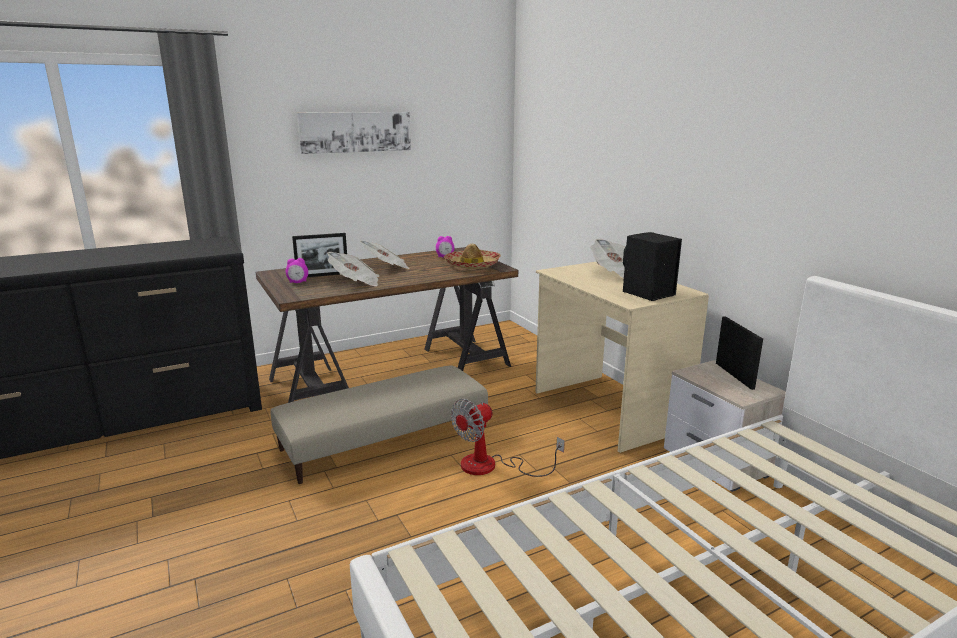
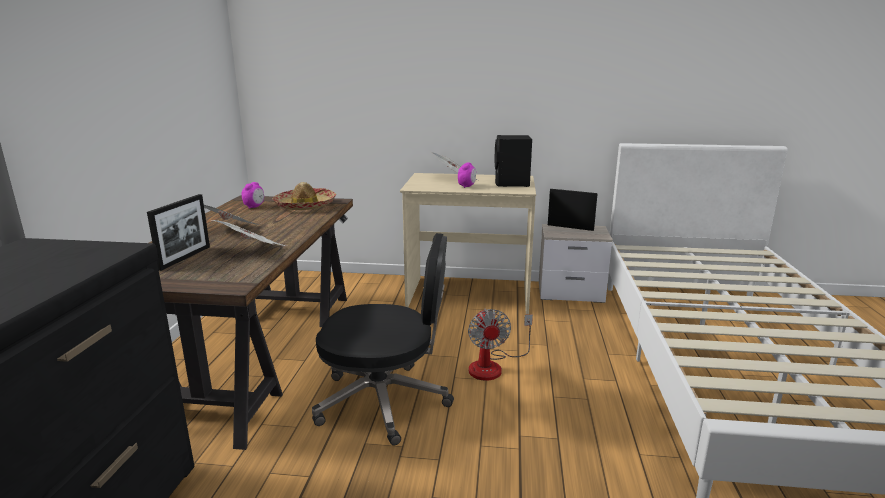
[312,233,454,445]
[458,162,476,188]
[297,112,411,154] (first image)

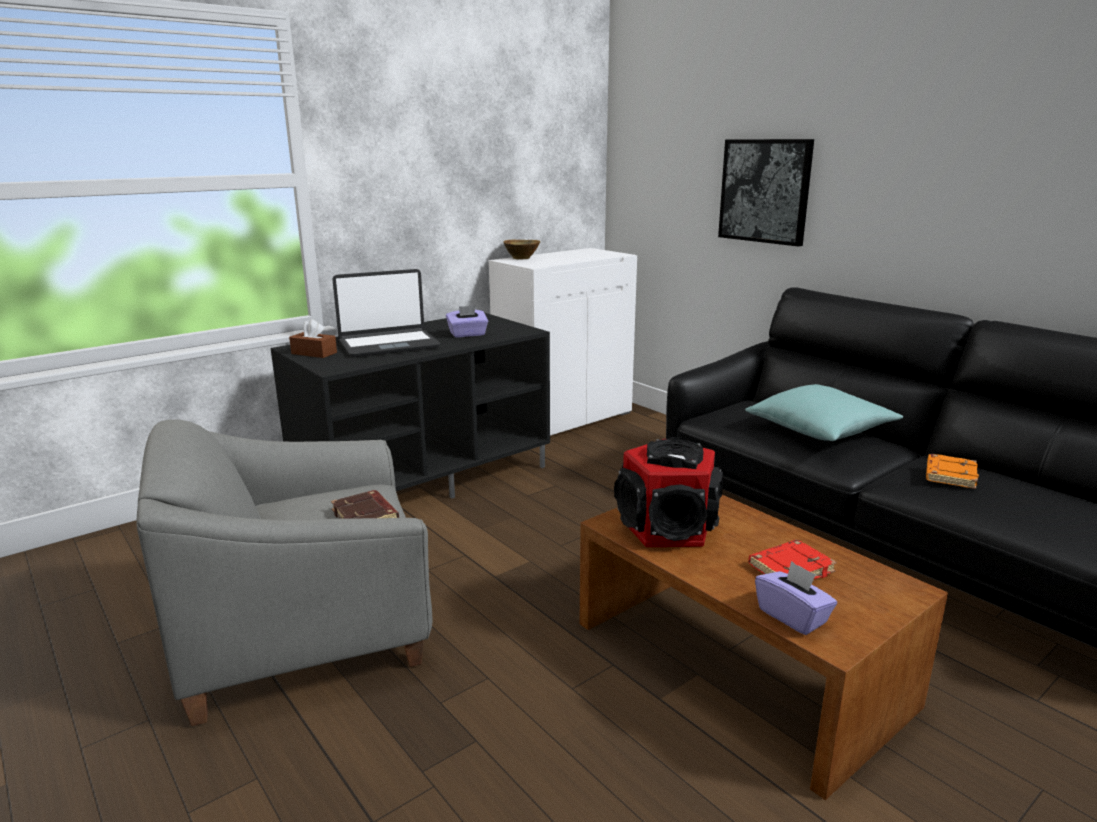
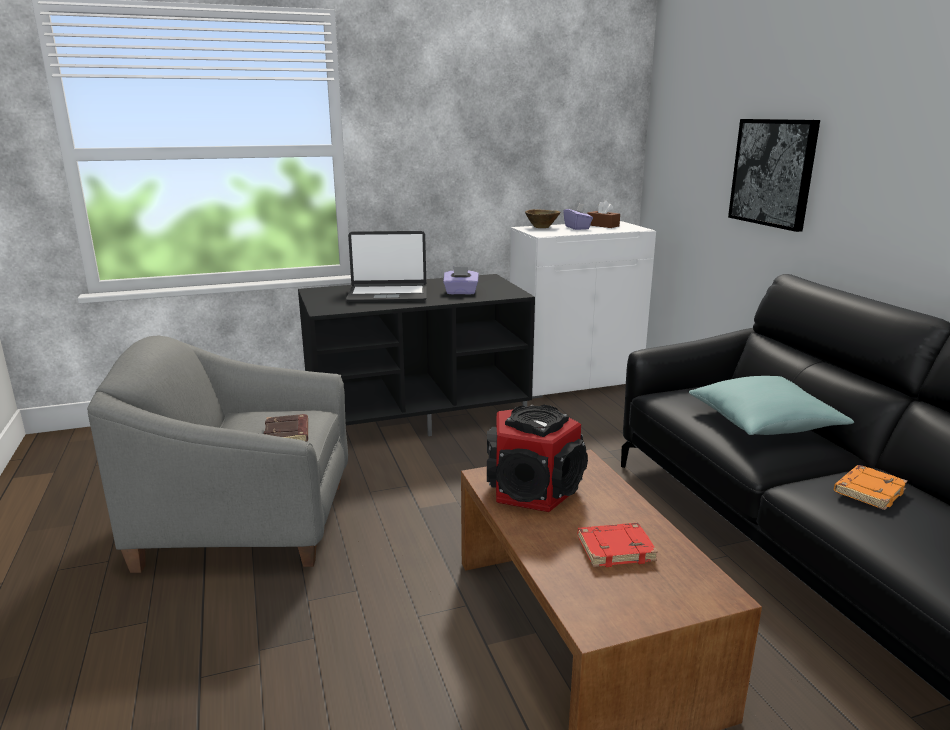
[563,203,593,230]
[588,200,620,228]

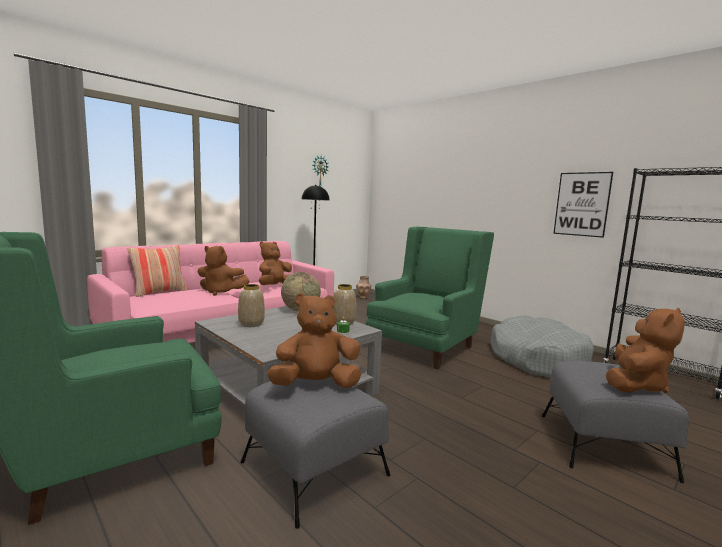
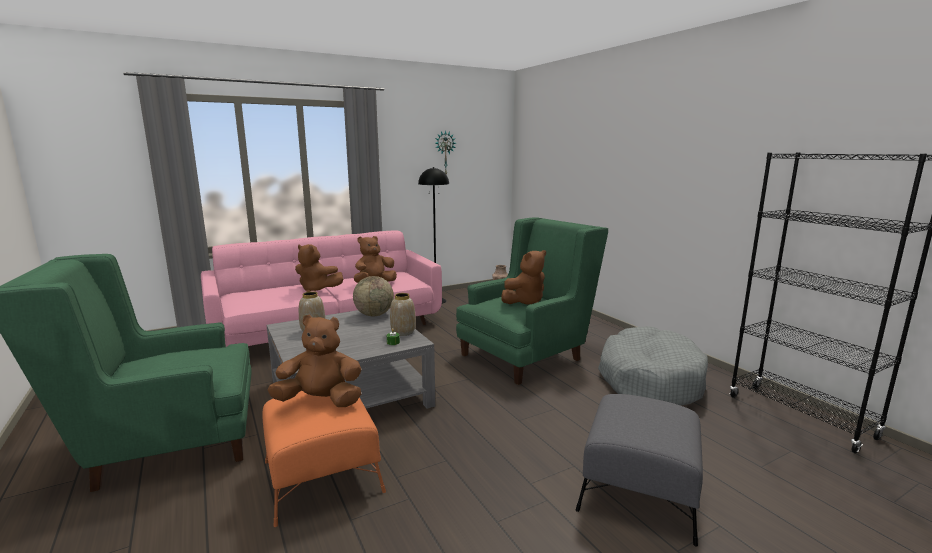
[262,391,386,527]
[501,250,546,304]
[128,245,188,297] (first image)
[553,172,613,238] (first image)

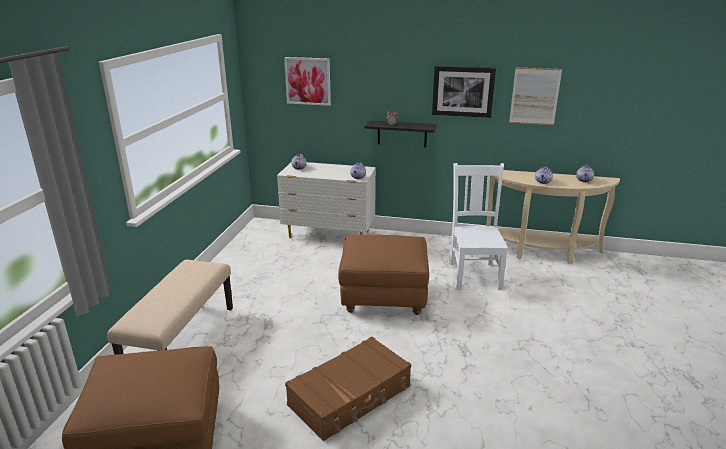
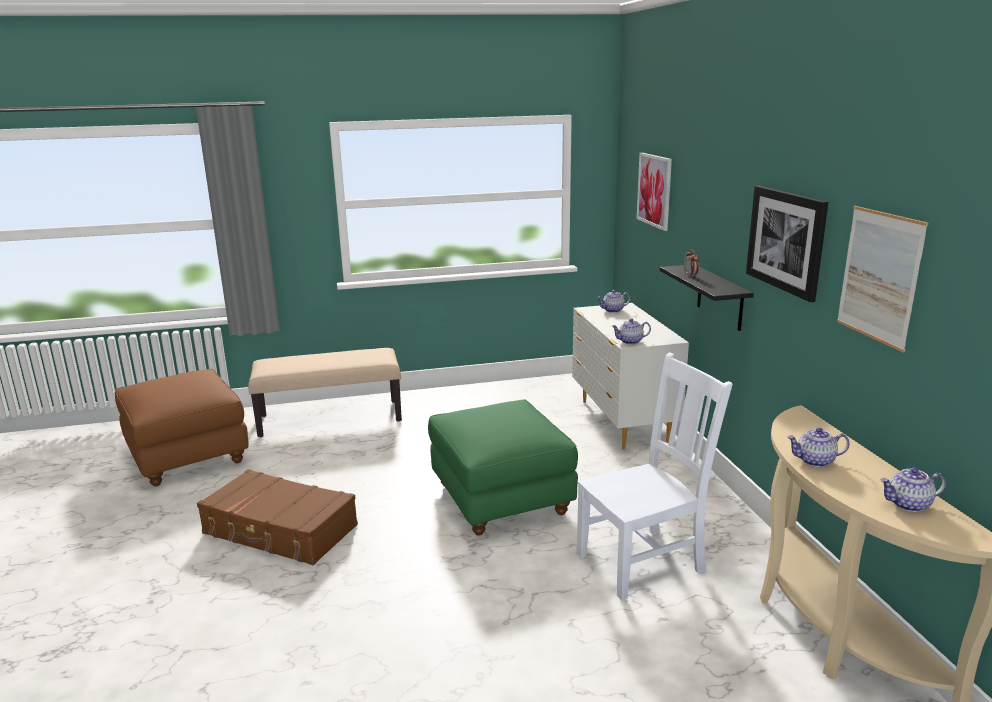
[428,399,578,535]

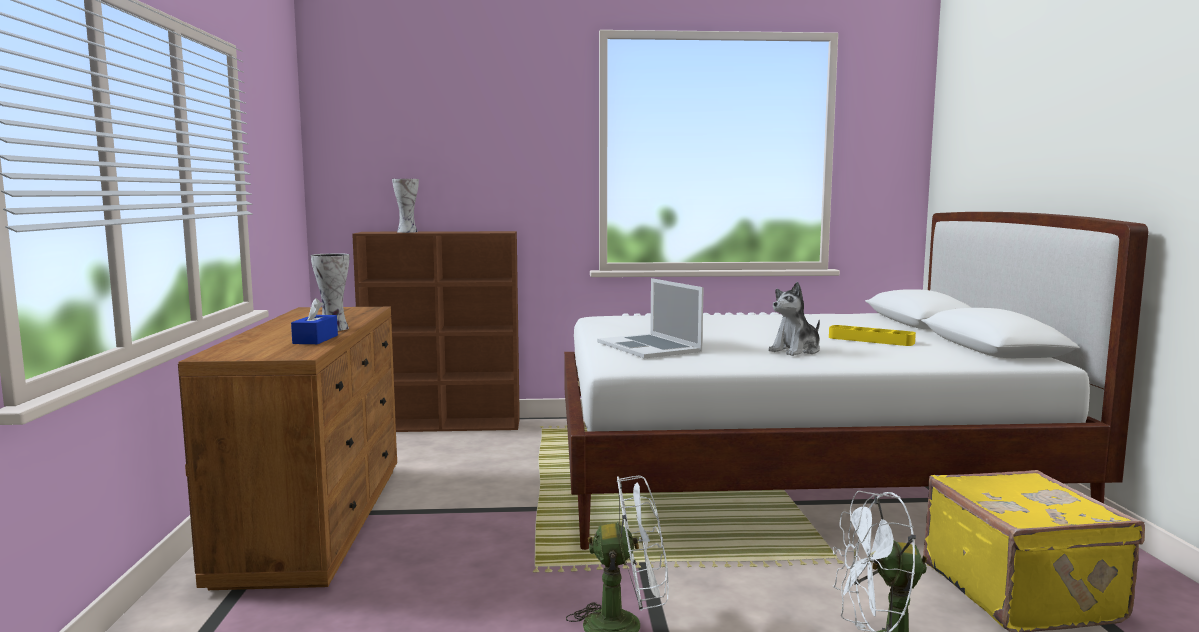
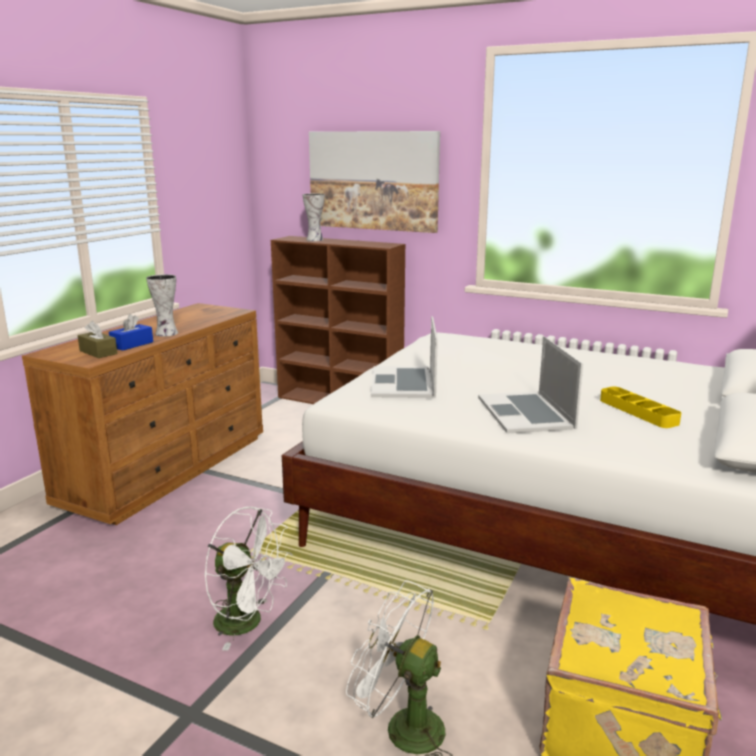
[77,321,117,358]
[309,131,440,233]
[478,336,583,433]

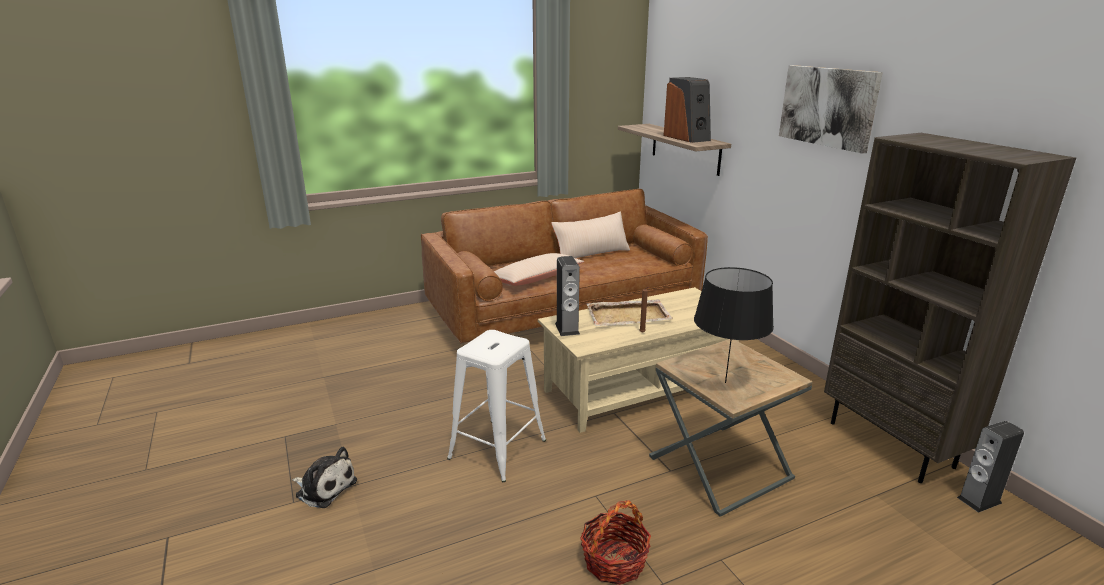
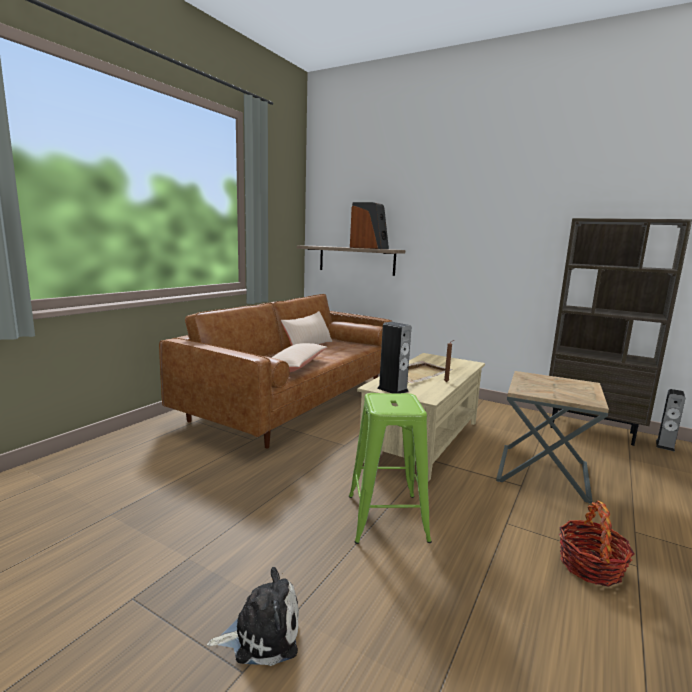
[349,393,432,544]
[694,267,774,383] (first image)
[779,65,883,154] (first image)

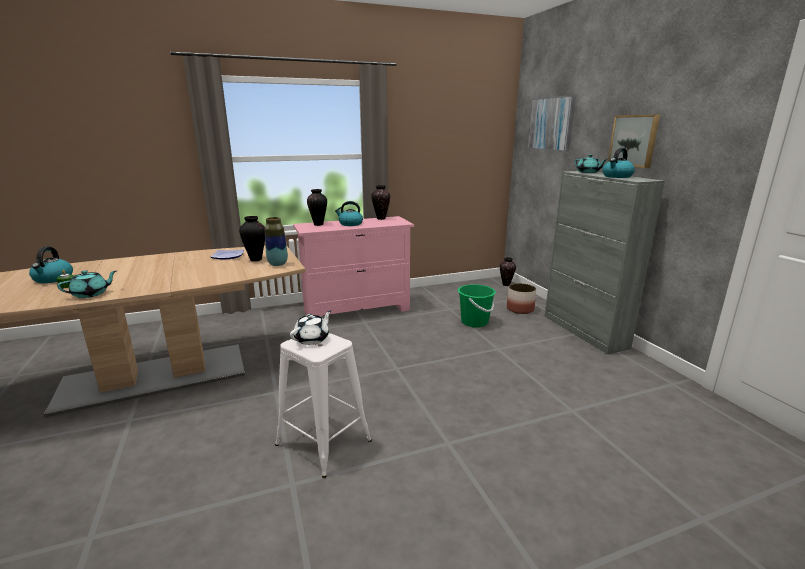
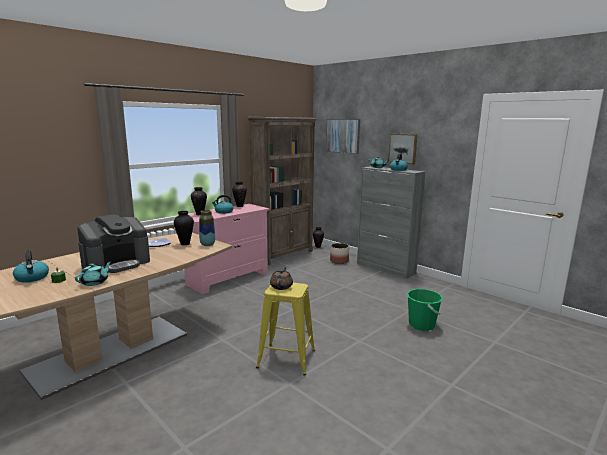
[77,214,150,273]
[248,117,317,265]
[256,283,315,375]
[270,267,293,290]
[406,289,443,331]

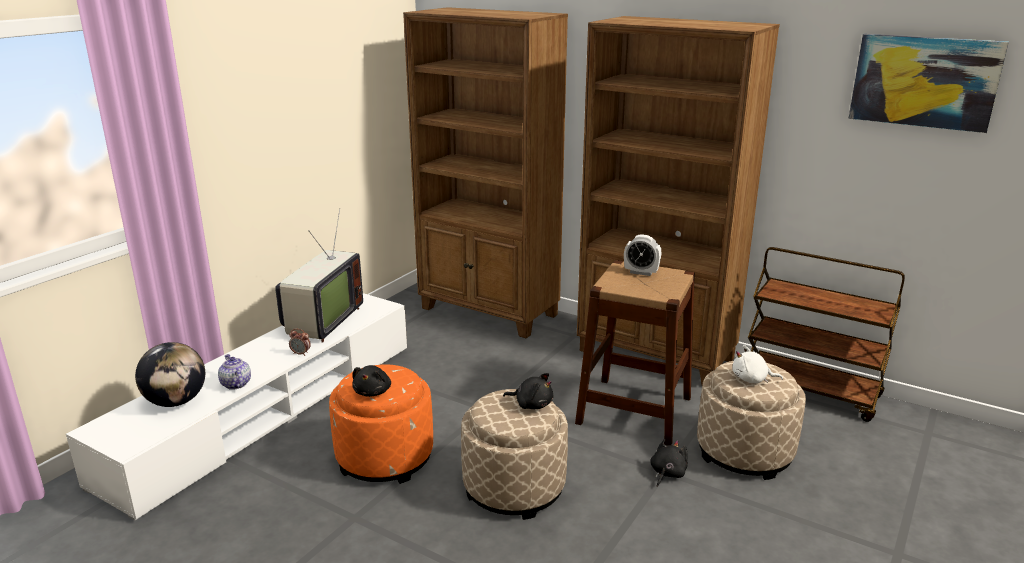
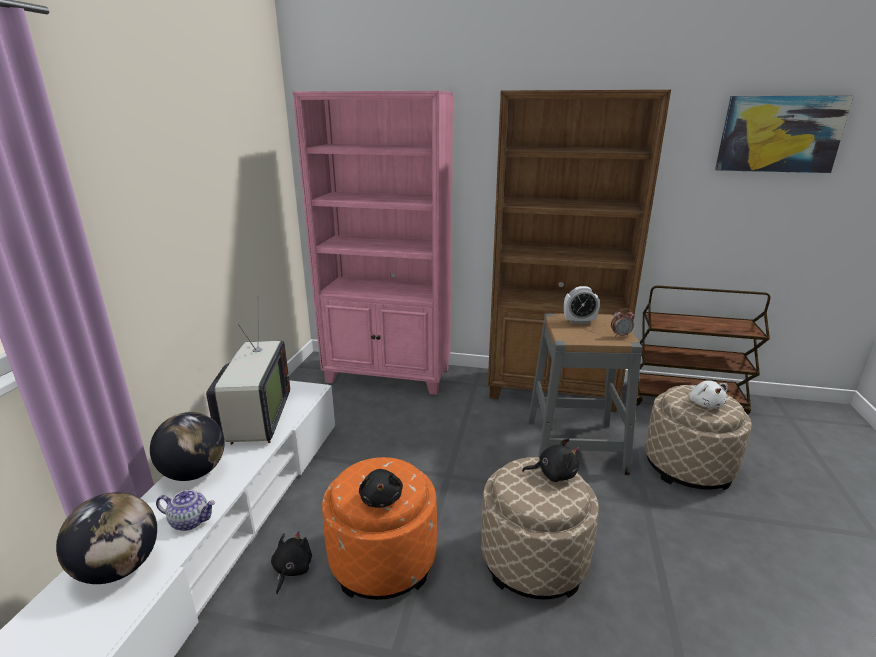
[150,412,224,481]
[156,490,215,531]
[271,531,312,594]
[293,91,453,395]
[528,313,642,475]
[611,309,635,337]
[689,380,728,408]

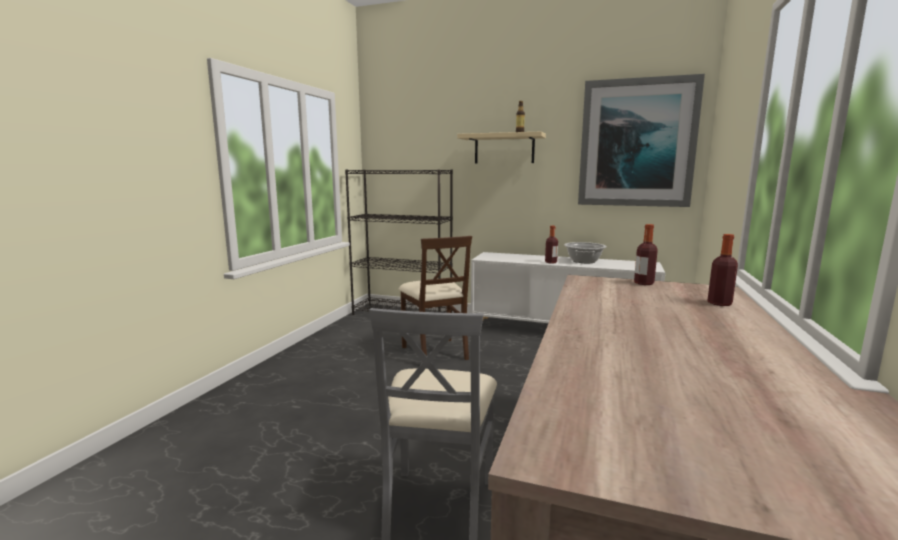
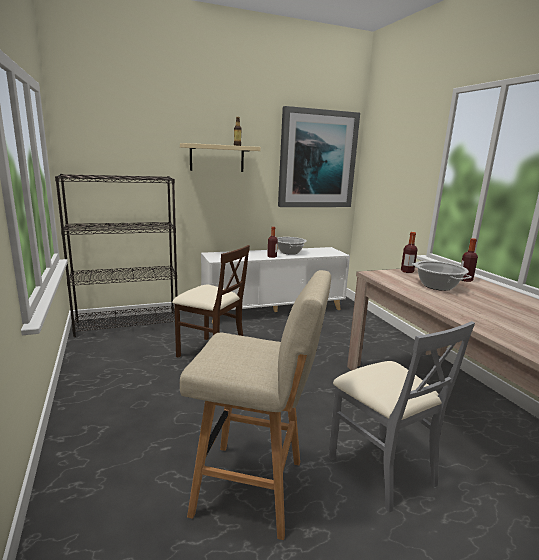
[180,270,331,540]
[412,261,472,291]

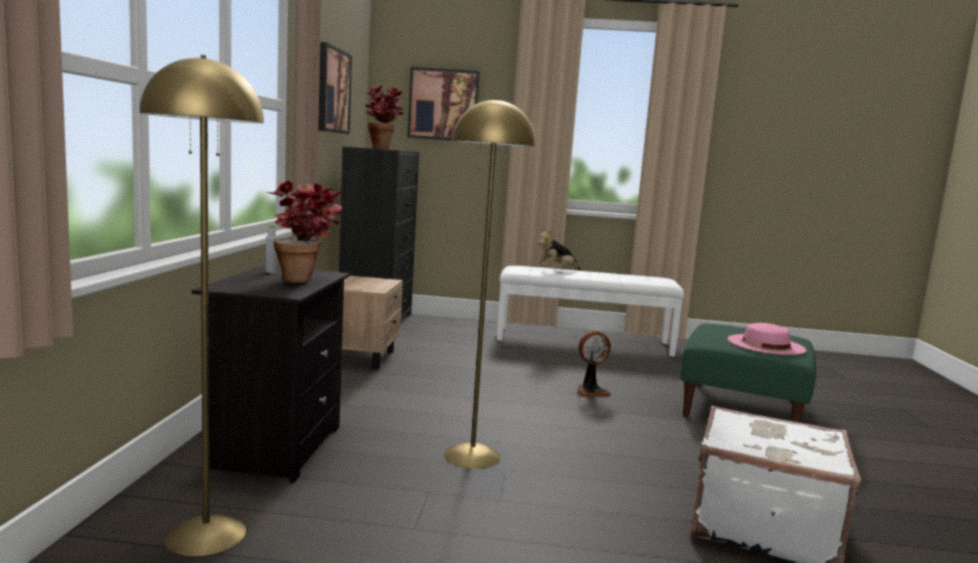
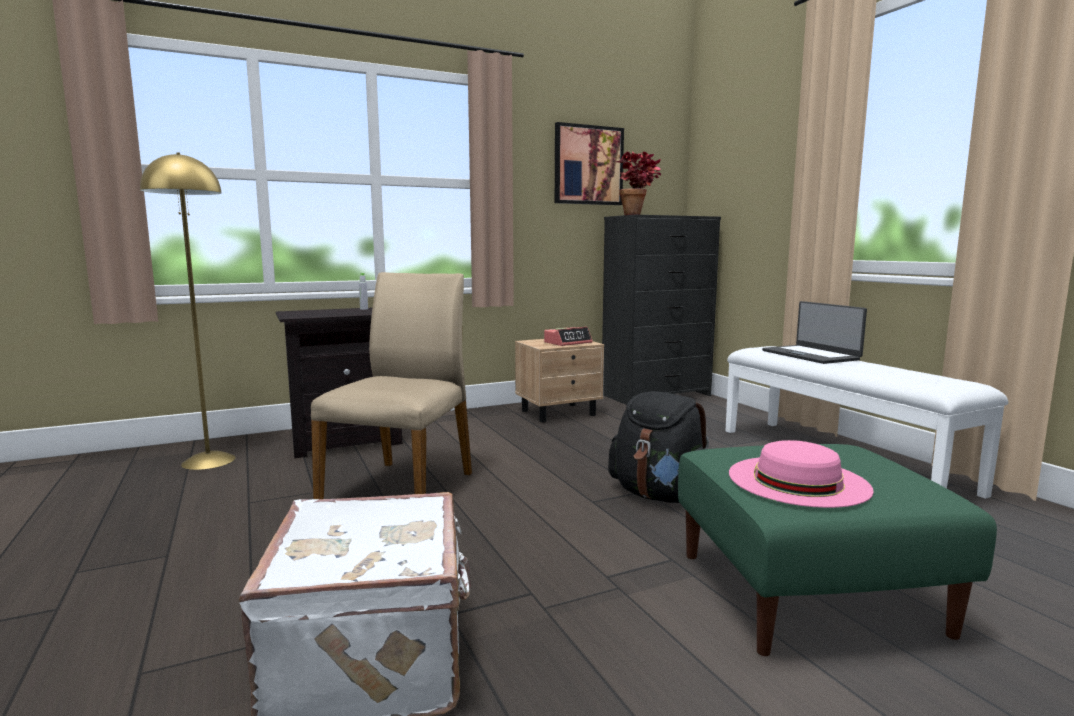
[311,272,472,499]
[544,327,593,346]
[608,391,709,503]
[762,301,867,364]
[267,180,342,283] (first image)
[407,67,480,141] (first image)

